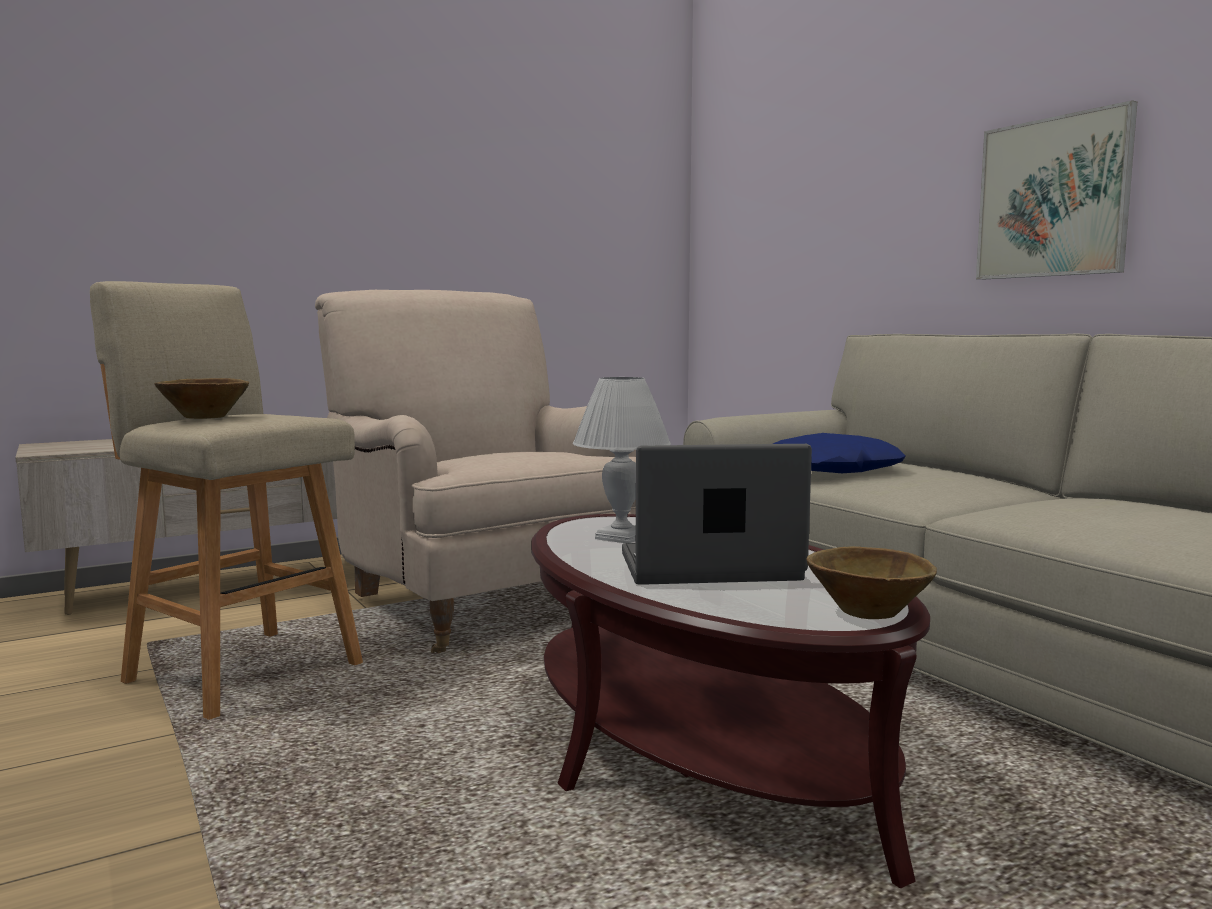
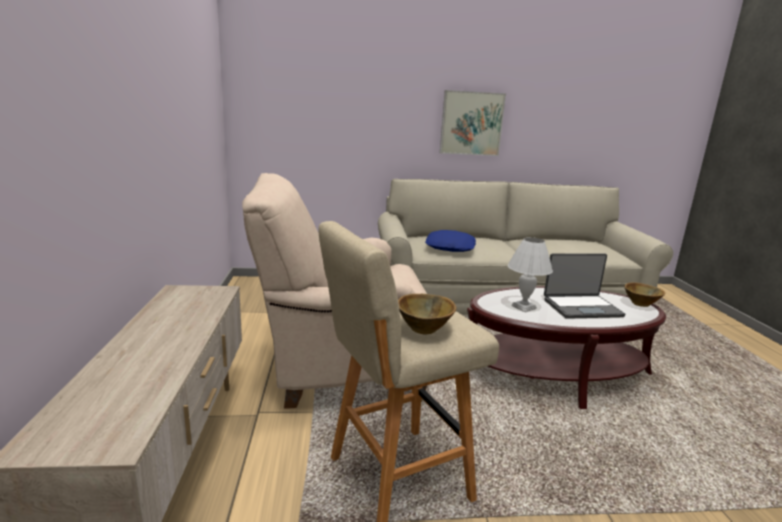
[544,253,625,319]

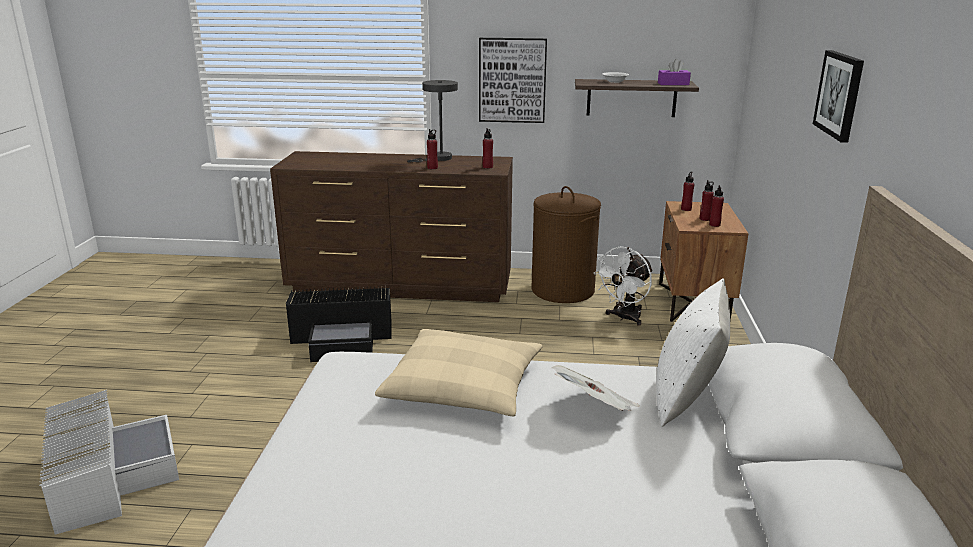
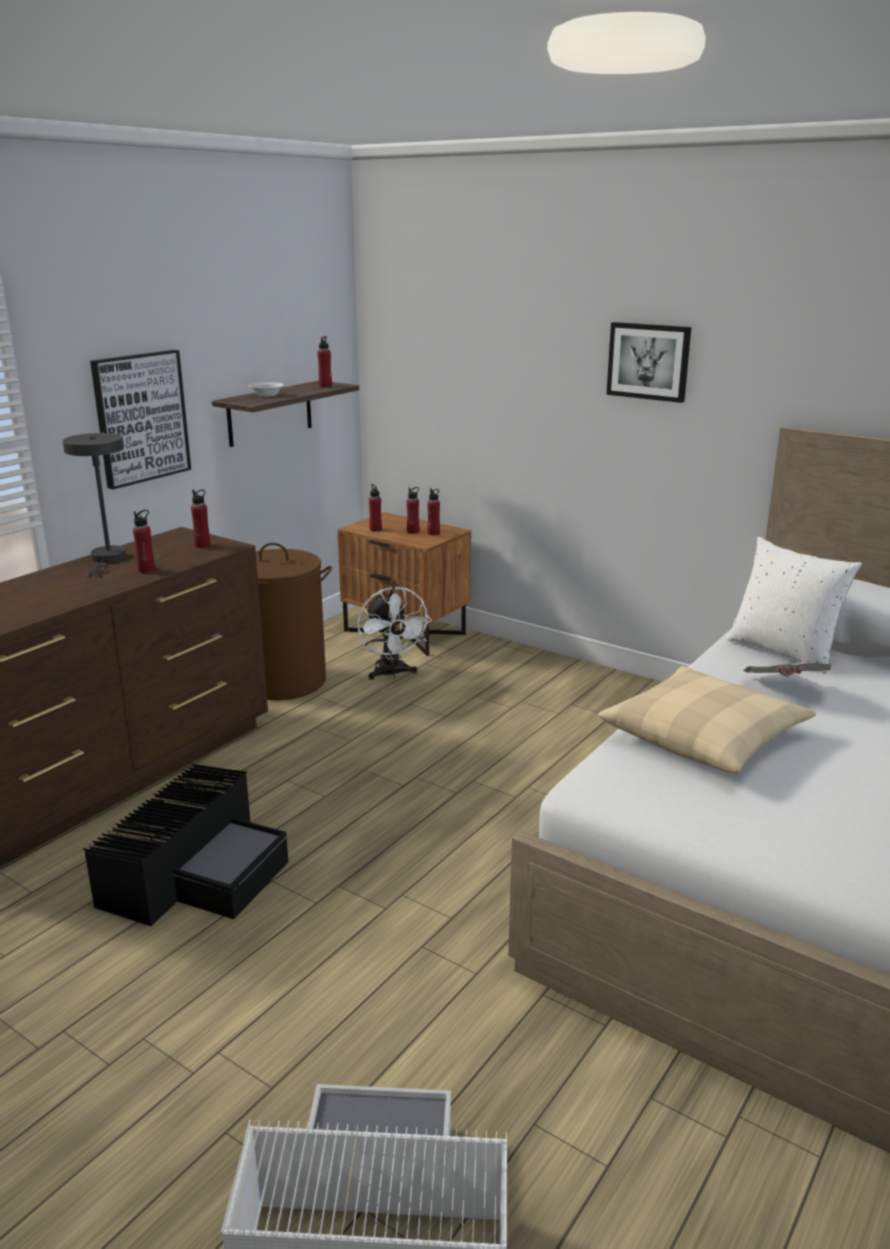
[317,336,332,388]

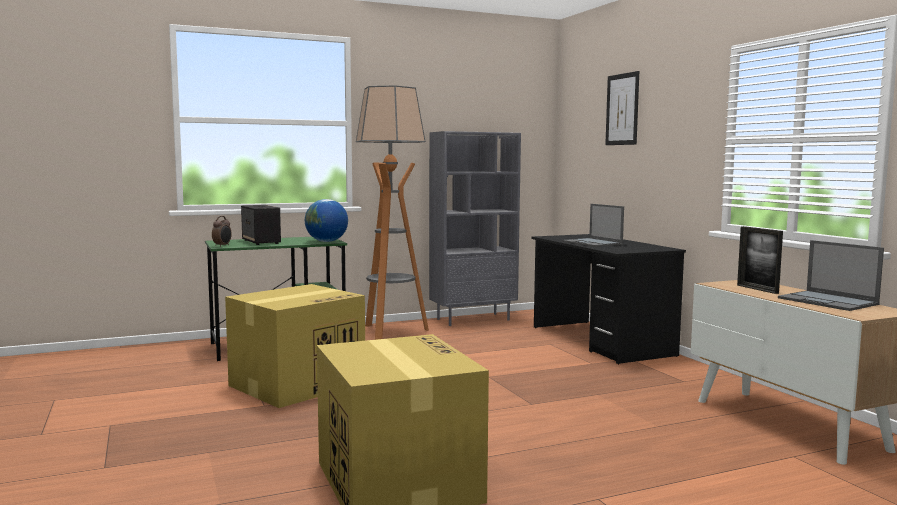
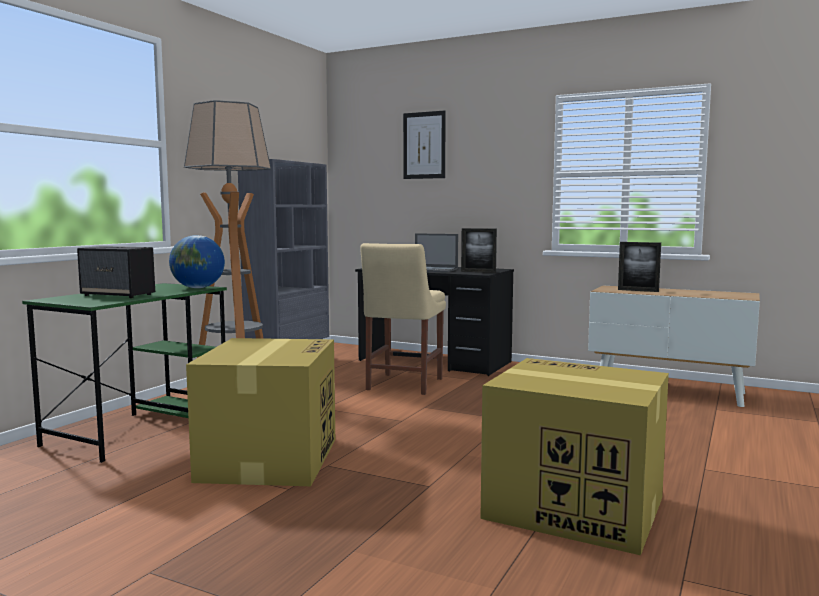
[360,243,446,395]
[461,228,497,273]
[212,216,232,247] (first image)
[778,240,884,311] (first image)

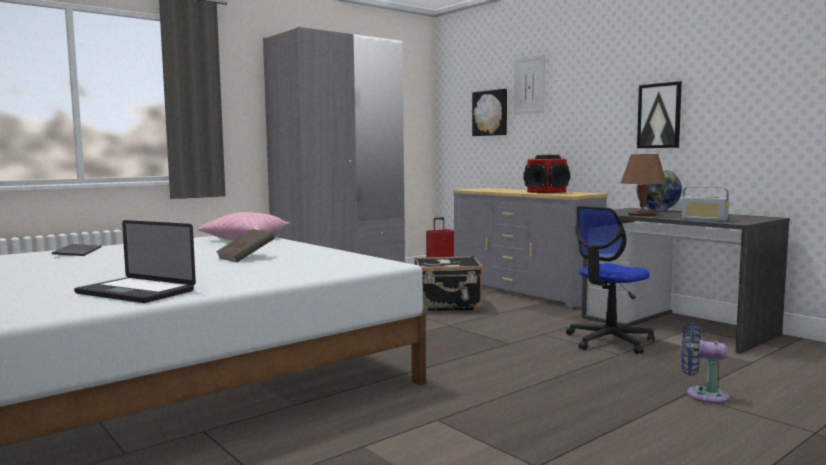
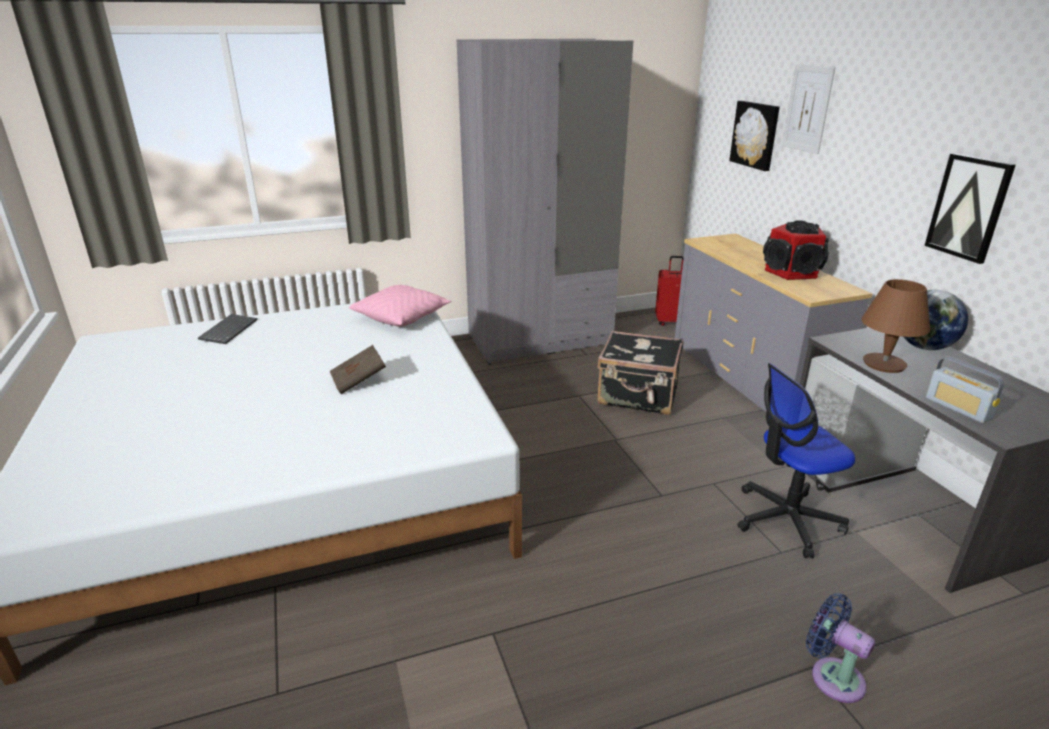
[74,220,196,303] (first image)

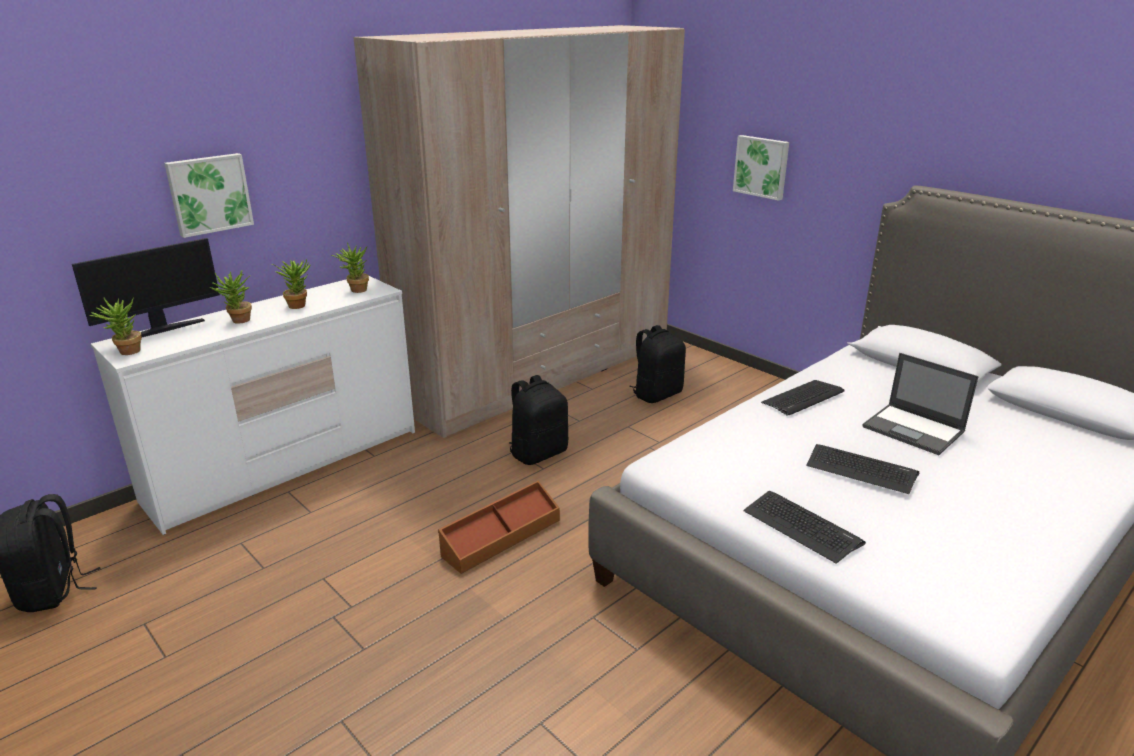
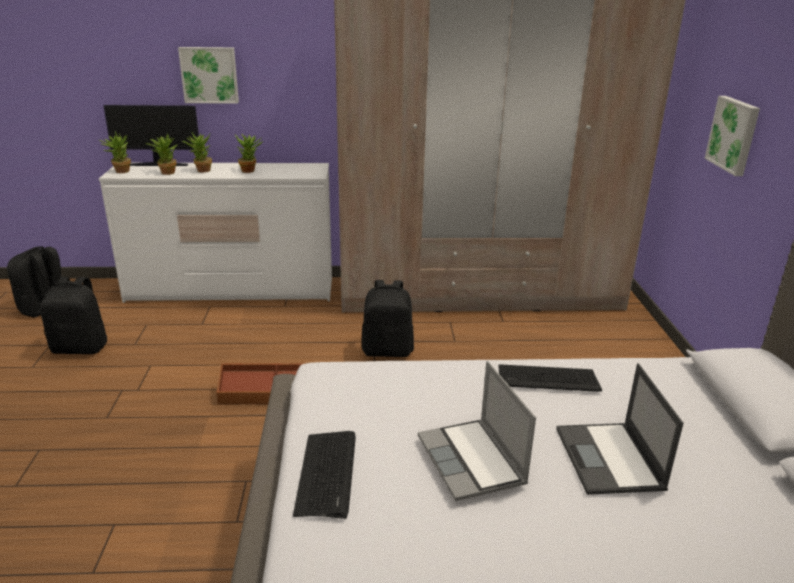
[40,277,108,354]
[145,132,178,175]
[418,361,536,501]

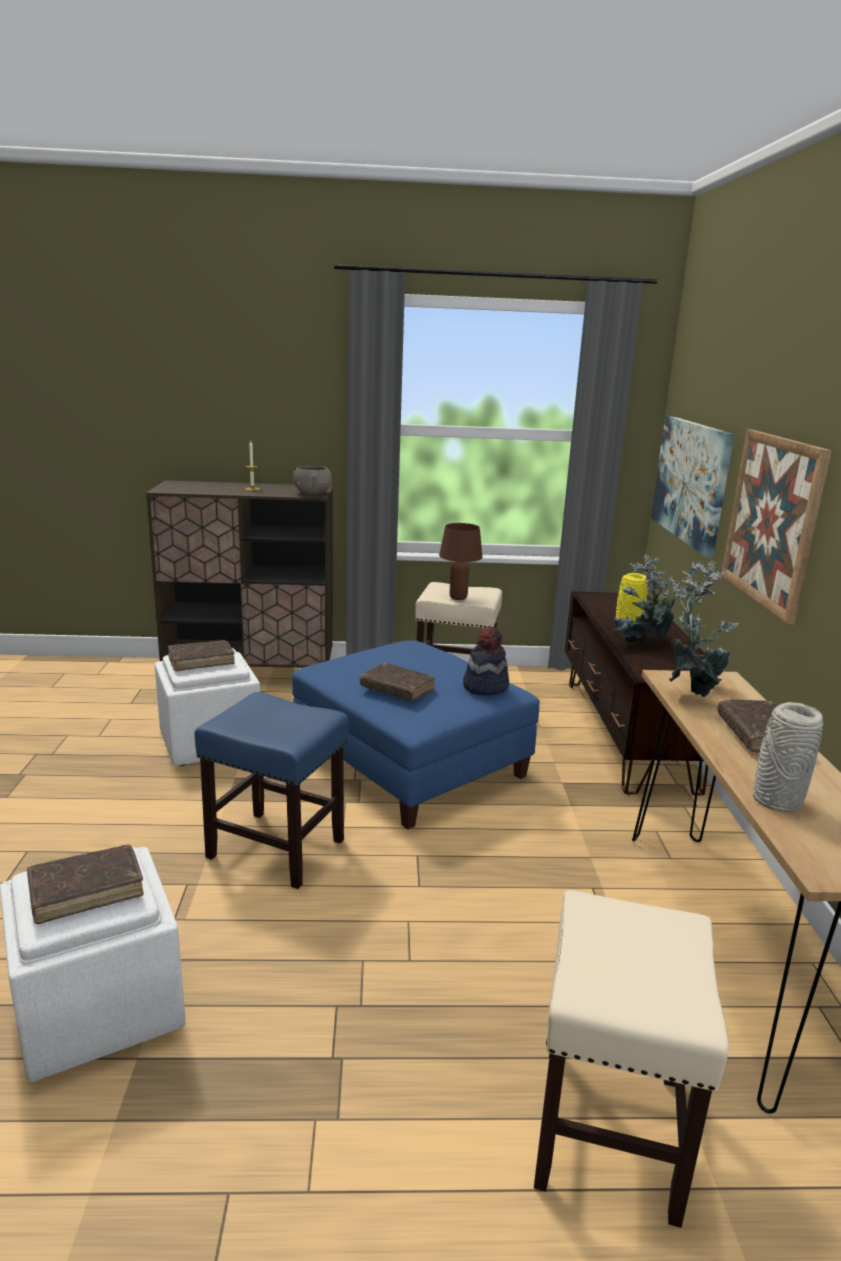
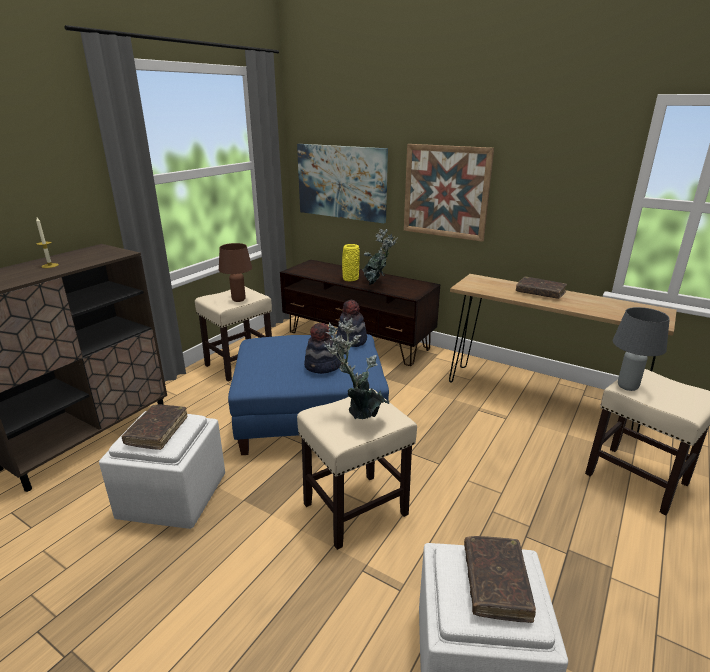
[297,389,417,550]
[304,323,341,374]
[324,317,389,419]
[613,307,670,391]
[293,466,332,495] (first image)
[753,702,823,812] (first image)

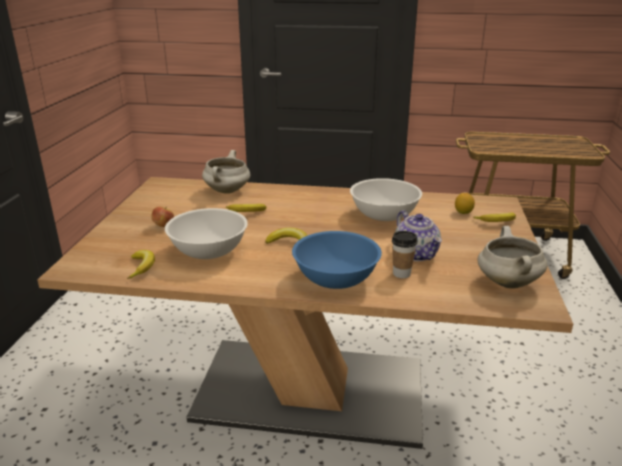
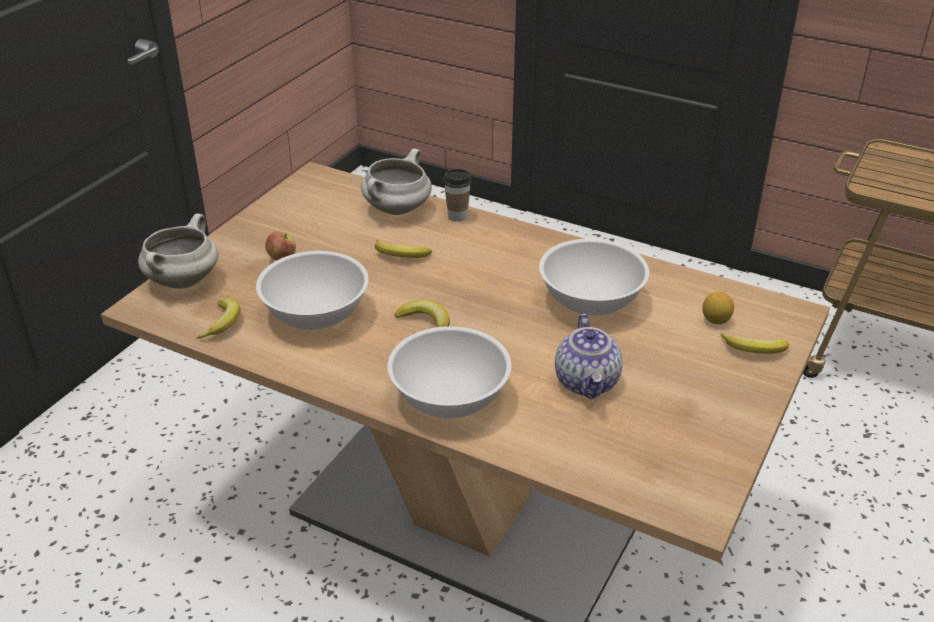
[138,213,218,289]
[387,326,511,418]
[444,169,471,222]

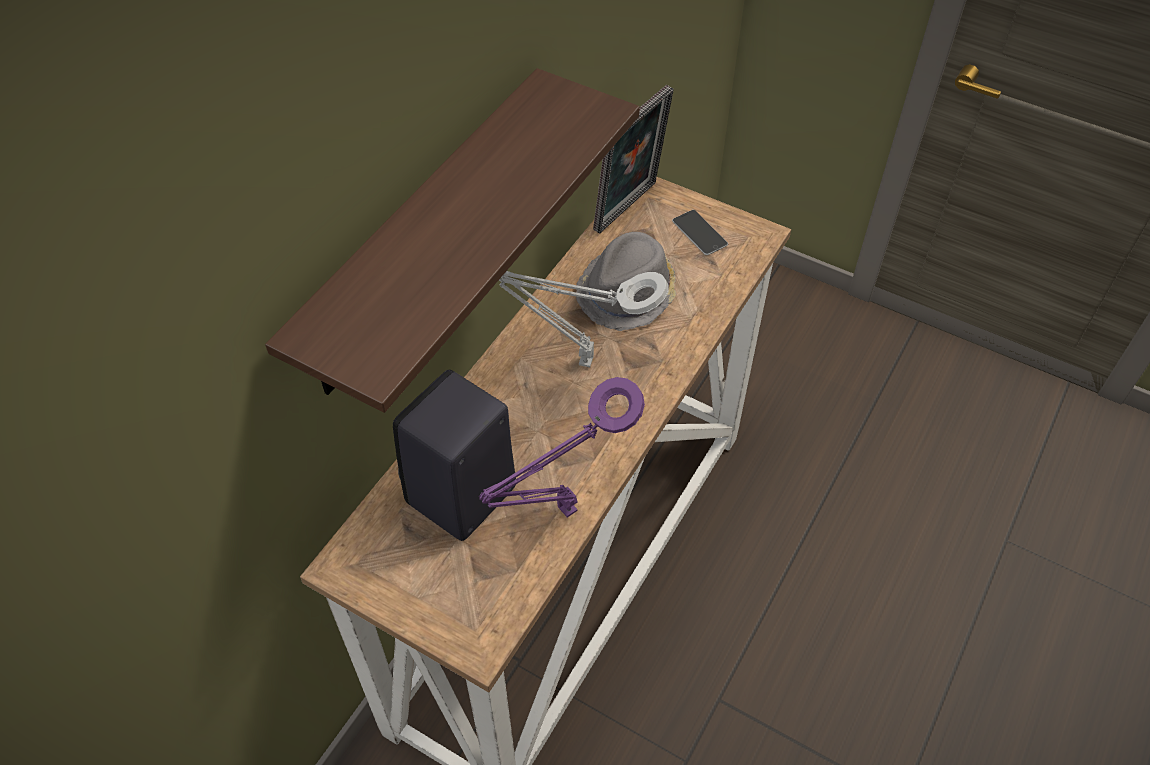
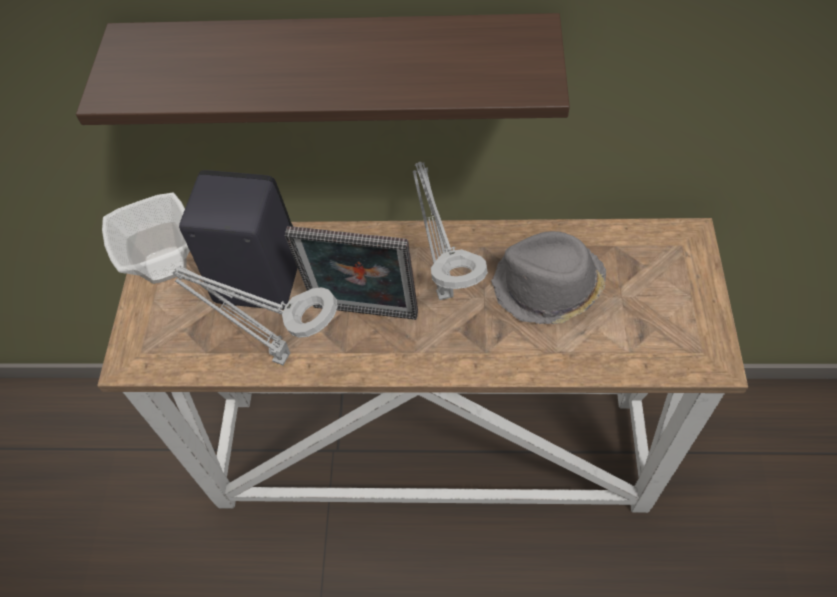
[102,193,190,284]
[172,265,337,365]
[285,226,418,320]
[672,210,728,255] (first image)

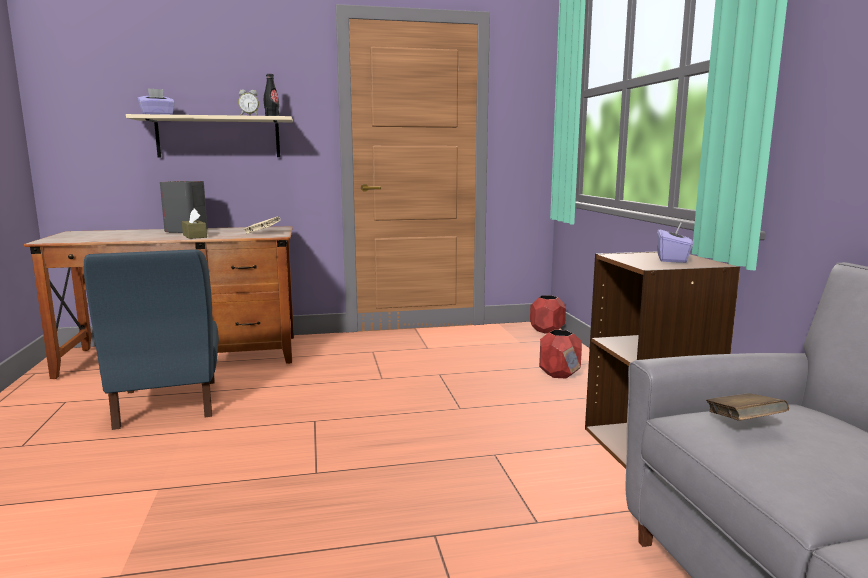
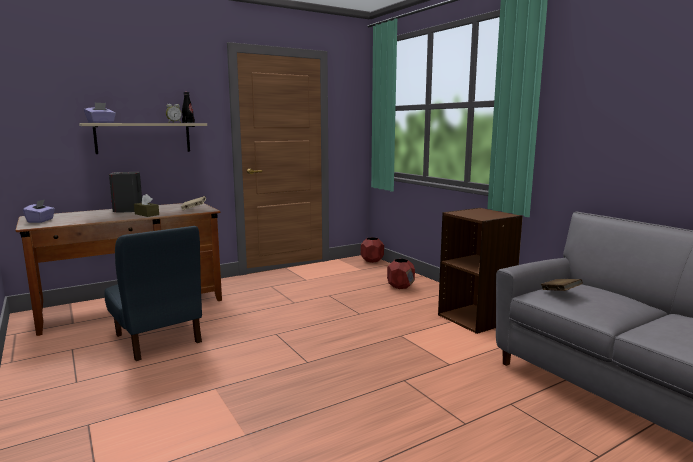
[23,199,55,223]

